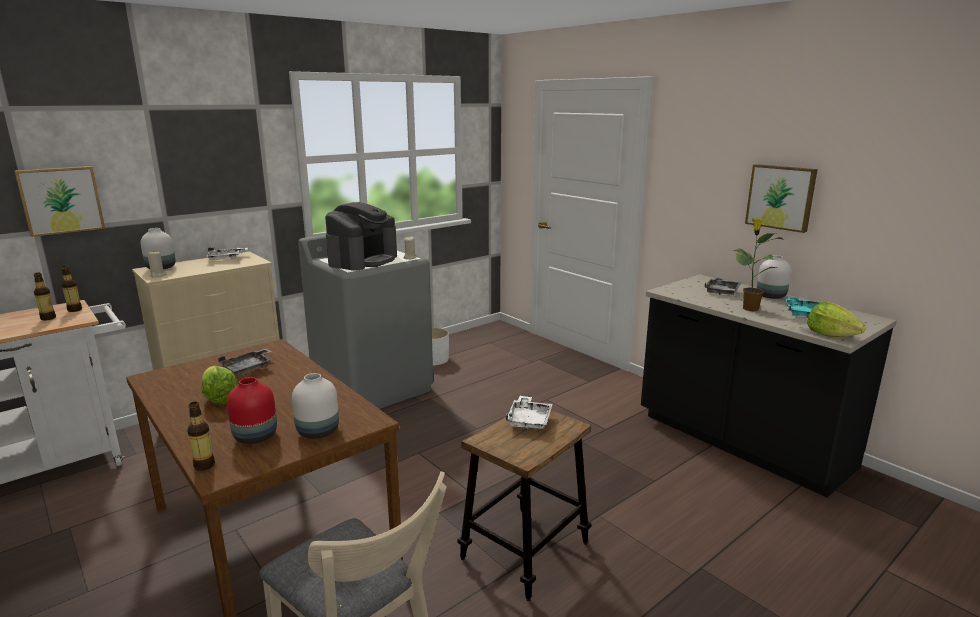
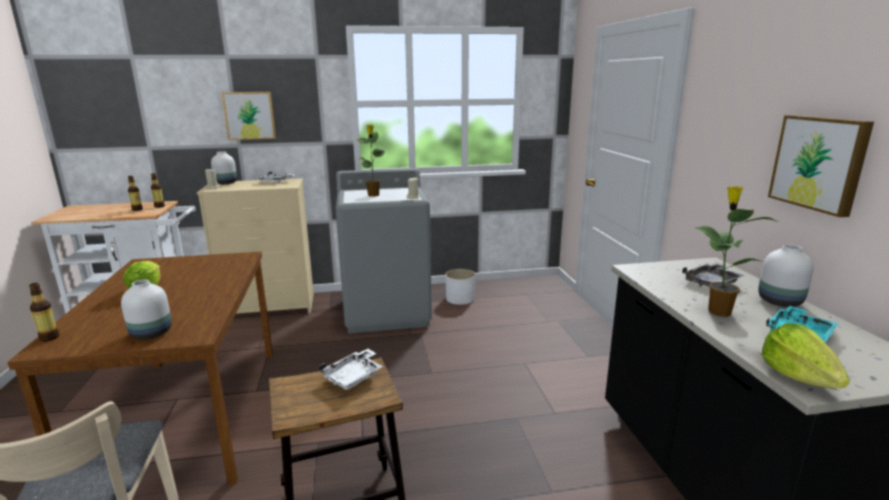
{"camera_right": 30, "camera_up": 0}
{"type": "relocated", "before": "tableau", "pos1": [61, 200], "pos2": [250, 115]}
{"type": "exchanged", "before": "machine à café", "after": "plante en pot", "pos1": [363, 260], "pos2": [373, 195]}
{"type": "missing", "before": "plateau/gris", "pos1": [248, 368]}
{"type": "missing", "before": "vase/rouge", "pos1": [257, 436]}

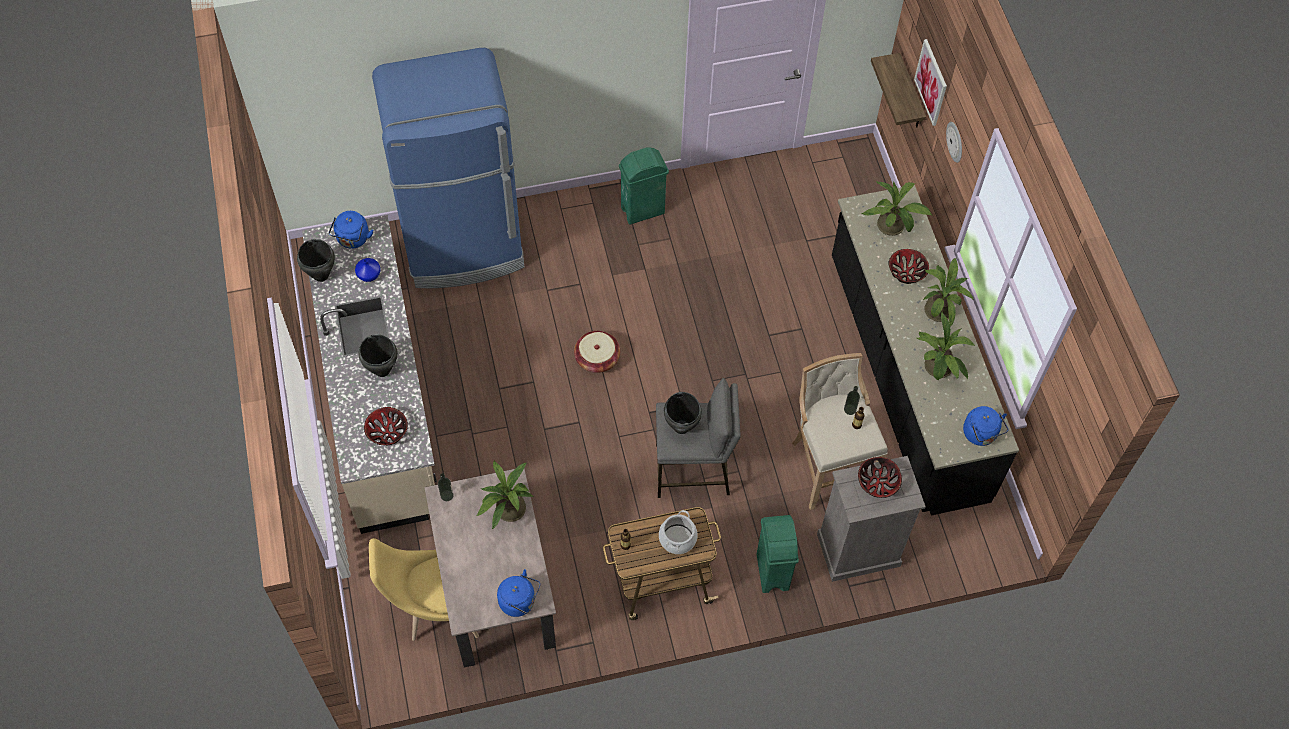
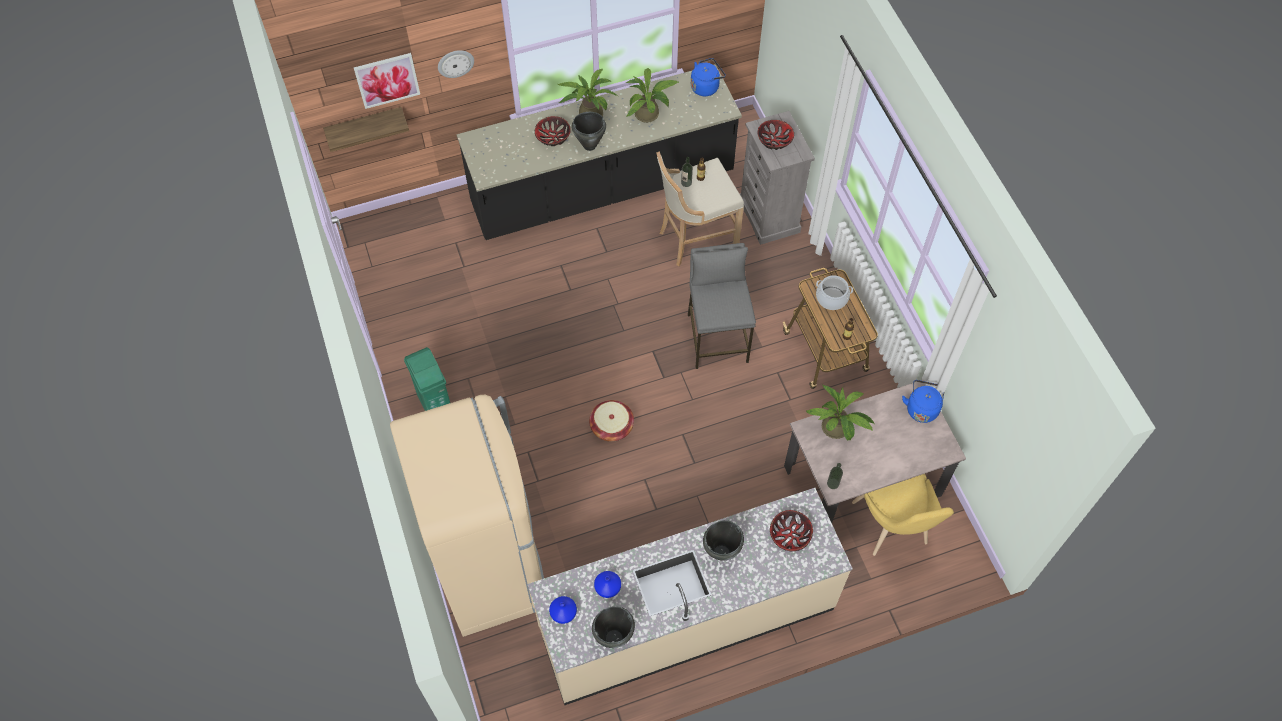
{"camera_right": -95, "camera_up": 0}
{"type": "colour", "before": "réfrigérateur/bleu", "after": "réfrigérateur/beige", "pos1": [464, 247], "pos2": [490, 568]}
{"type": "missing", "before": "plante en pot", "pos1": [893, 228]}
{"type": "exchanged", "before": "bouilloire/bleu", "after": "vase/bleu", "pos1": [353, 239], "pos2": [564, 613]}
{"type": "relocated", "before": "marmite/noir", "pos1": [681, 427], "pos2": [589, 145]}
{"type": "missing", "before": "poubelle/vert", "pos1": [772, 572]}

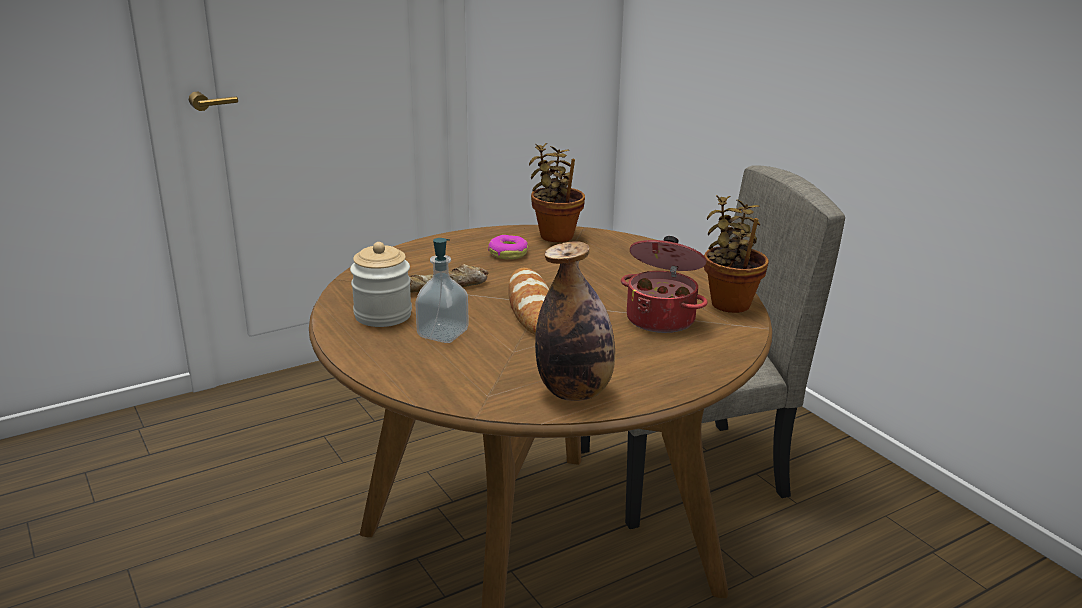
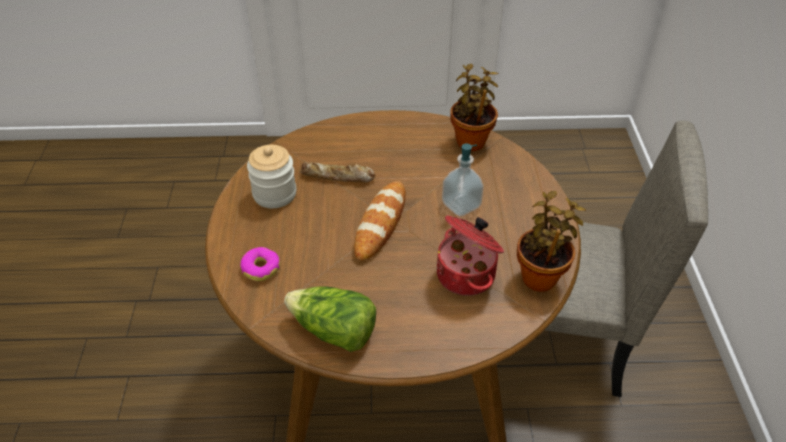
{"camera_right": 30, "camera_up": 20}
{"type": "relocated", "before": "beignet", "pos1": [508, 253], "pos2": [261, 268]}
{"type": "relocated", "before": "distributeur de savon", "pos1": [443, 334], "pos2": [461, 205]}
{"type": "exchanged", "before": "bouteille", "after": "laitue", "pos1": [574, 392], "pos2": [334, 331]}

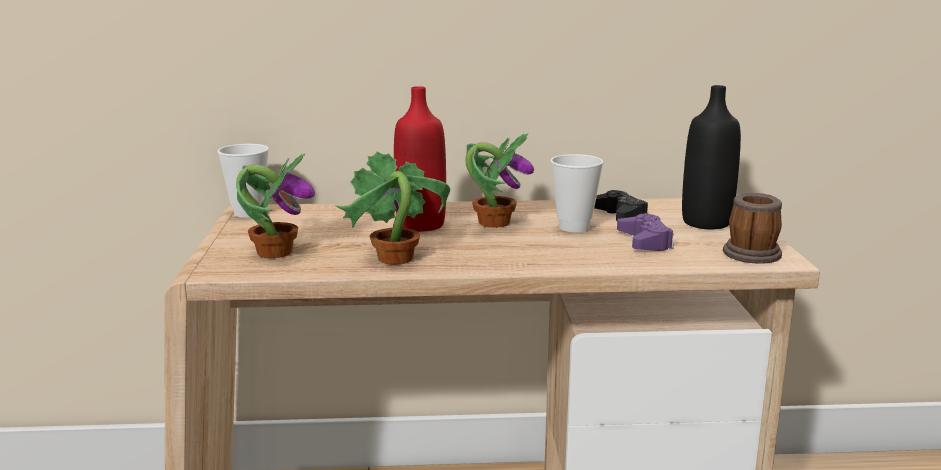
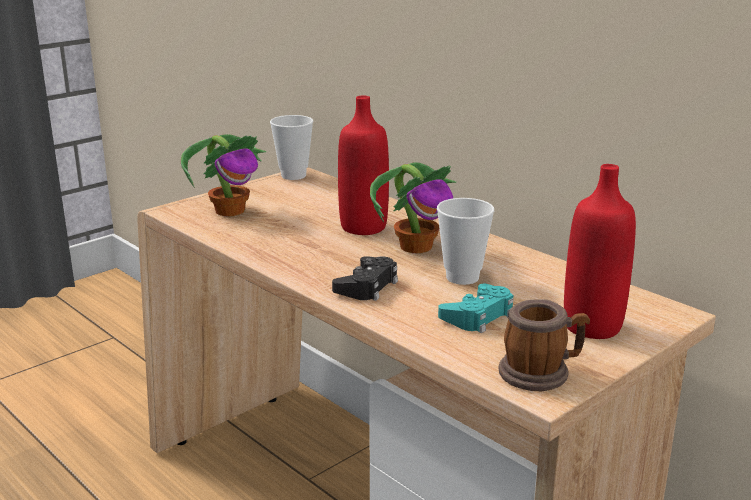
{"camera_right": 50, "camera_up": 5}
{"type": "colour", "before": "bouteille/noir", "after": "bouteille/rouge", "pos1": [706, 223], "pos2": [592, 326]}
{"type": "missing", "before": "plante en pot", "pos1": [394, 259]}
{"type": "relocated", "before": "manette/noir", "pos1": [619, 215], "pos2": [367, 286]}
{"type": "colour", "before": "manette/violet", "after": "manette/turquoise", "pos1": [645, 241], "pos2": [478, 316]}

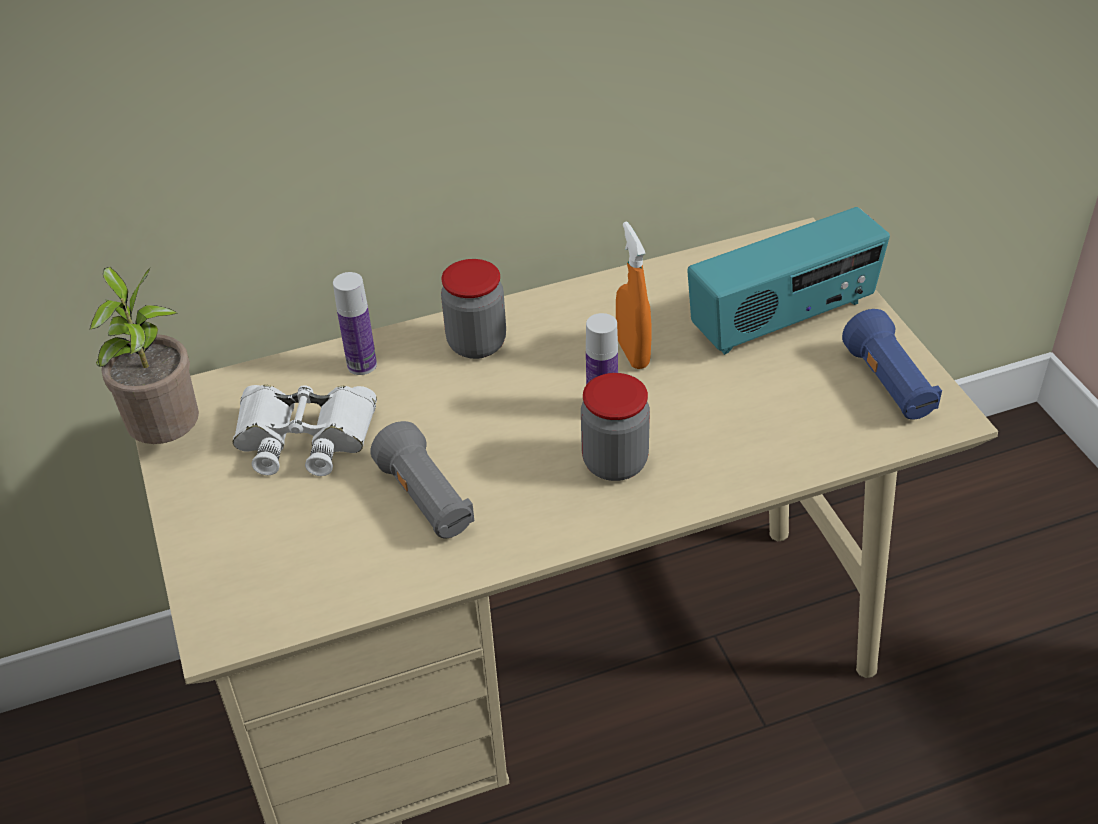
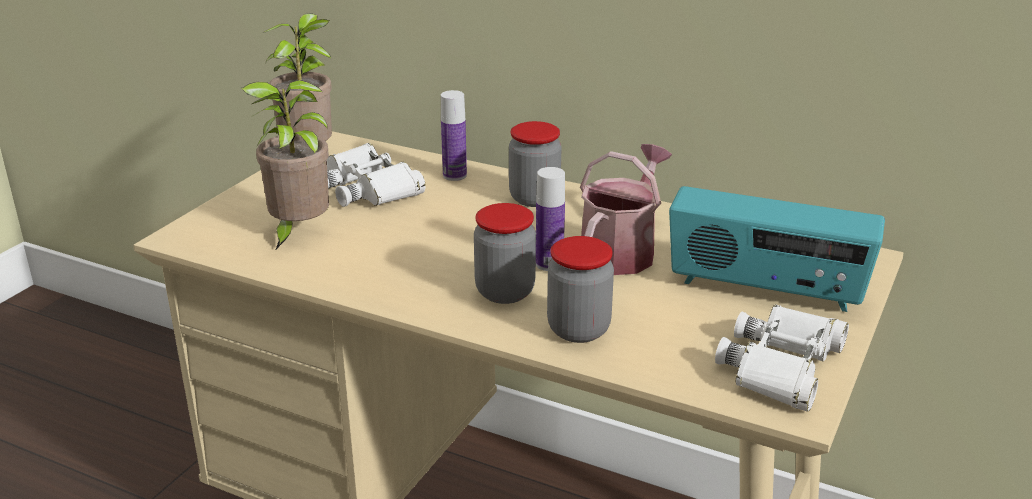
{"camera_right": 45, "camera_up": -15}
{"type": "exchanged", "before": "vaporisateur/orange", "after": "arrosoir", "pos1": [632, 353], "pos2": [621, 250]}
{"type": "exchanged", "before": "lampe de poche/bleu", "after": "jumelles/blanc", "pos1": [889, 385], "pos2": [782, 366]}
{"type": "missing", "before": "lampe de poche/gris", "pos1": [426, 500]}
{"type": "appeared", "after": "plante en pot", "pos2": [297, 233]}
{"type": "appeared", "after": "bocal", "pos2": [578, 329]}

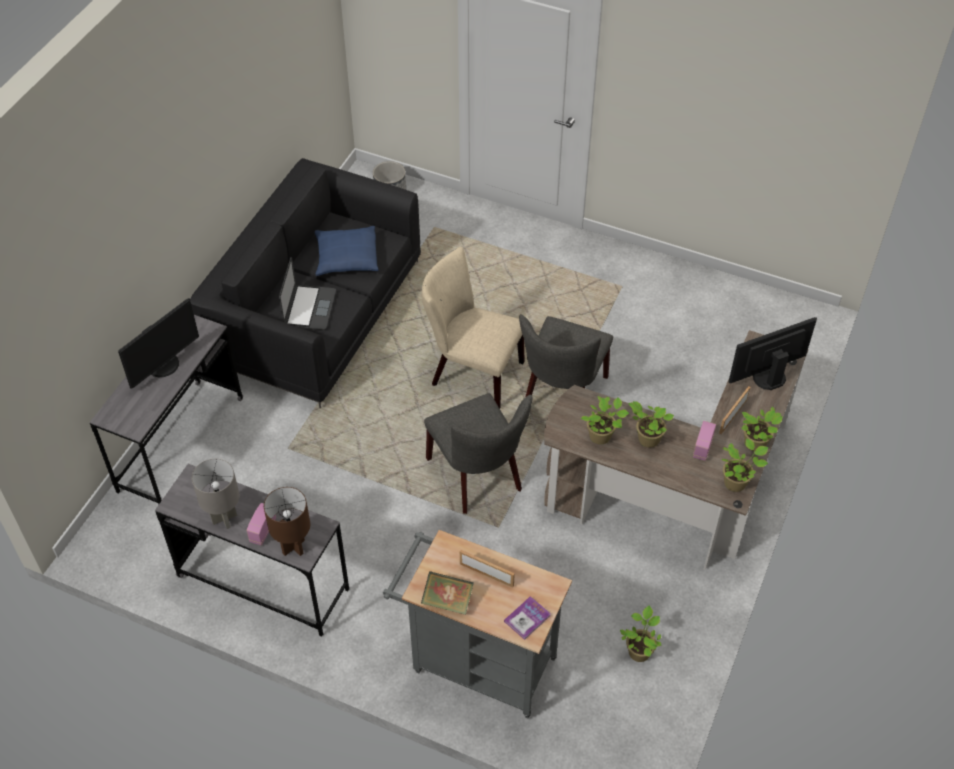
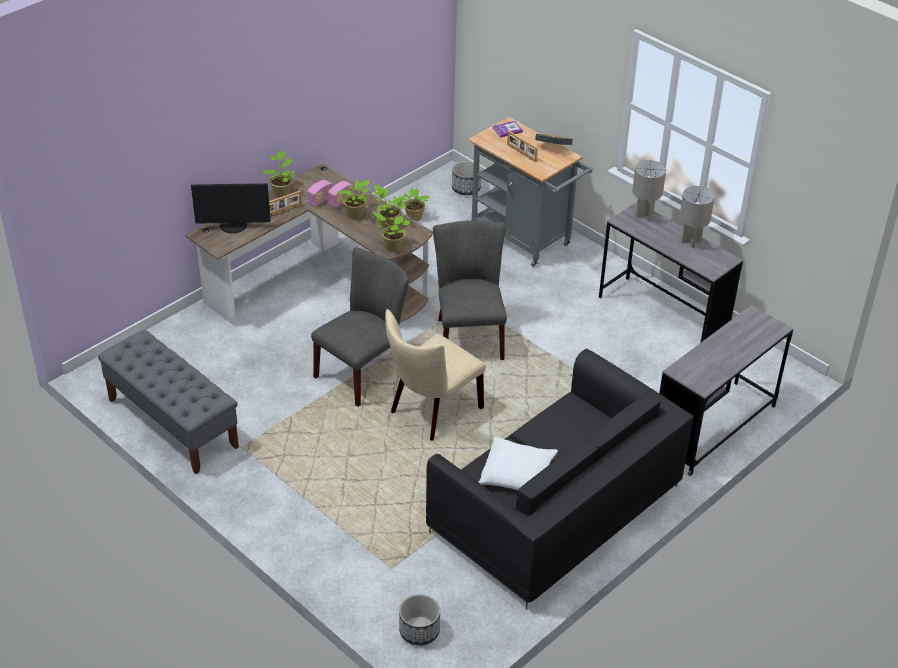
{"camera_right": -160, "camera_up": -10}
{"type": "colour", "before": "coussin/bleu", "after": "coussin/blanc", "pos1": [346, 257], "pos2": [518, 474]}
{"type": "spun", "before": "chaise/beige", "pos1": [471, 373], "pos2": [431, 412], "turn": 90}
{"type": "missing", "before": "ordinateur portable", "pos1": [309, 307]}
{"type": "missing", "before": "écran d'ordinateur", "pos1": [164, 365]}
{"type": "relocated", "before": "plante en pot", "pos1": [736, 482], "pos2": [392, 246]}
{"type": "colour", "before": "lampe de table/marron", "after": "lampe de table/gris", "pos1": [293, 546], "pos2": [644, 215]}
{"type": "relocated", "before": "radio", "pos1": [263, 530], "pos2": [340, 201]}
{"type": "appeared", "after": "cache-pot", "pos2": [466, 188]}
{"type": "appeared", "after": "banc/gris", "pos2": [172, 423]}

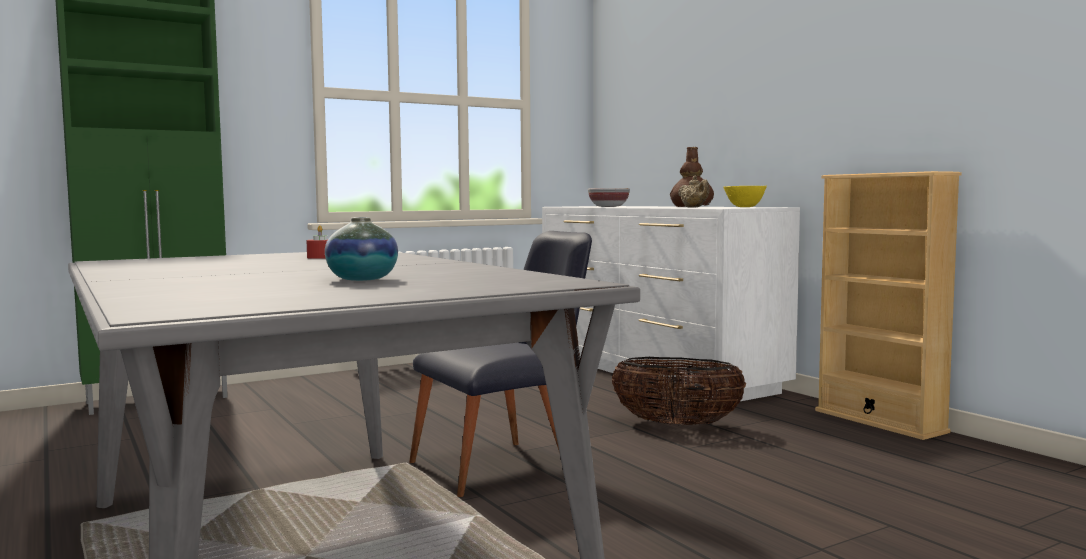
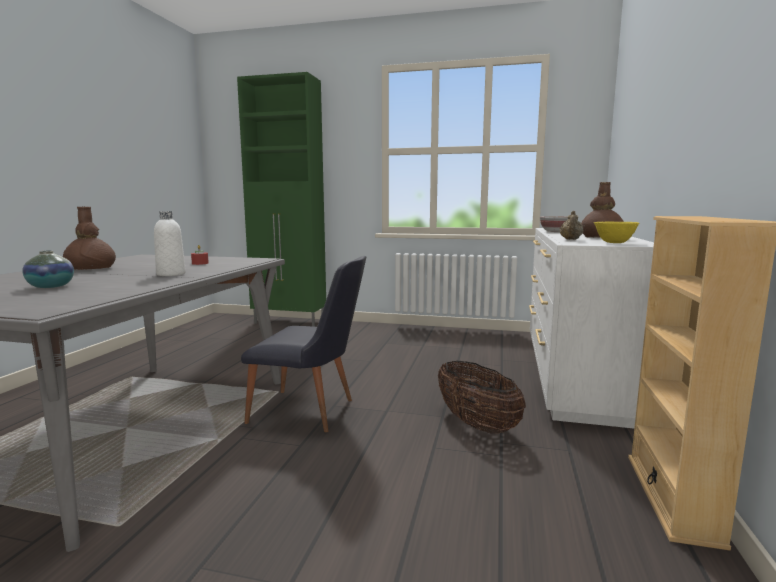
{"camera_right": 45, "camera_up": 5}
{"type": "appeared", "after": "vase/marron", "pos2": [91, 269]}
{"type": "appeared", "after": "bouteille/blanc", "pos2": [171, 274]}

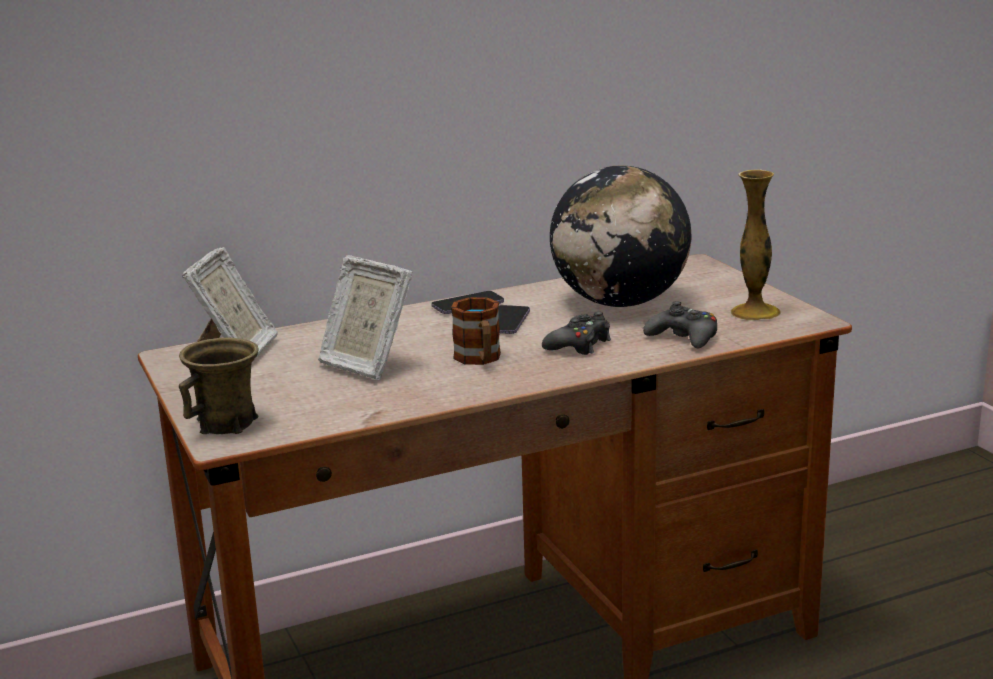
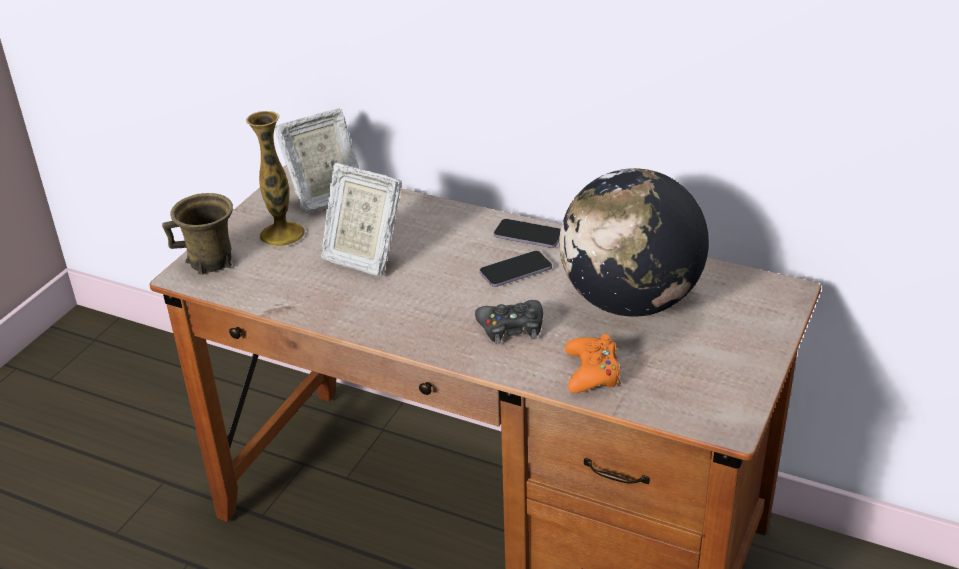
{"camera_right": 50, "camera_up": 15}
{"type": "relocated", "before": "vase", "pos1": [755, 312], "pos2": [282, 234]}
{"type": "spun", "before": "cadre photo", "pos1": [365, 364], "pos2": [362, 257], "turn": -60}
{"type": "missing", "before": "mug", "pos1": [479, 360]}
{"type": "colour", "before": "manette/noir", "after": "manette/orange", "pos1": [684, 337], "pos2": [592, 372]}

